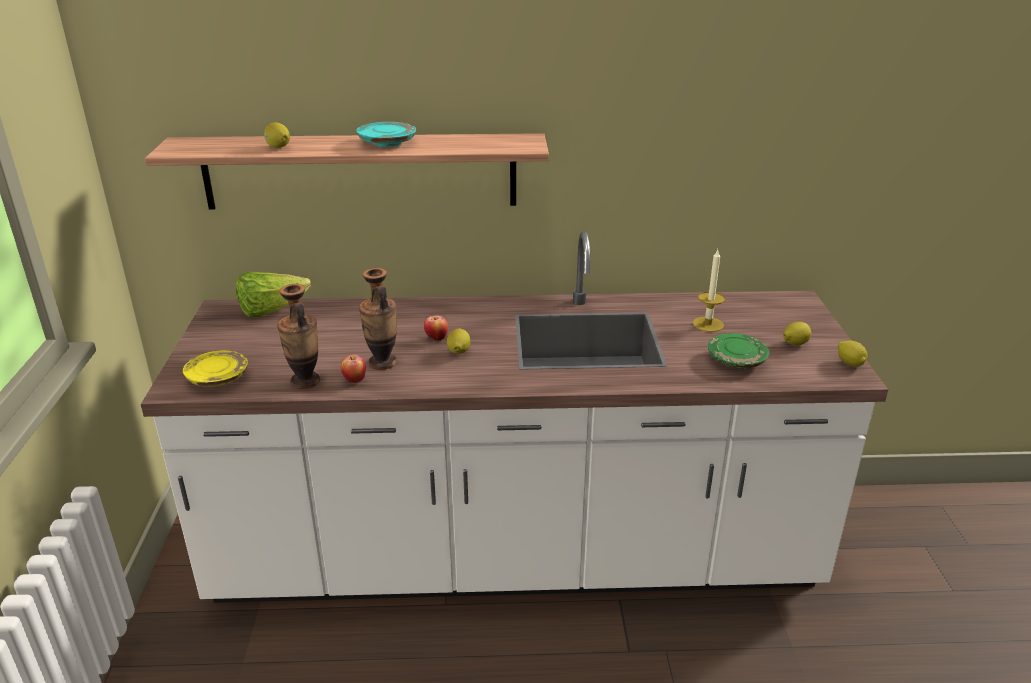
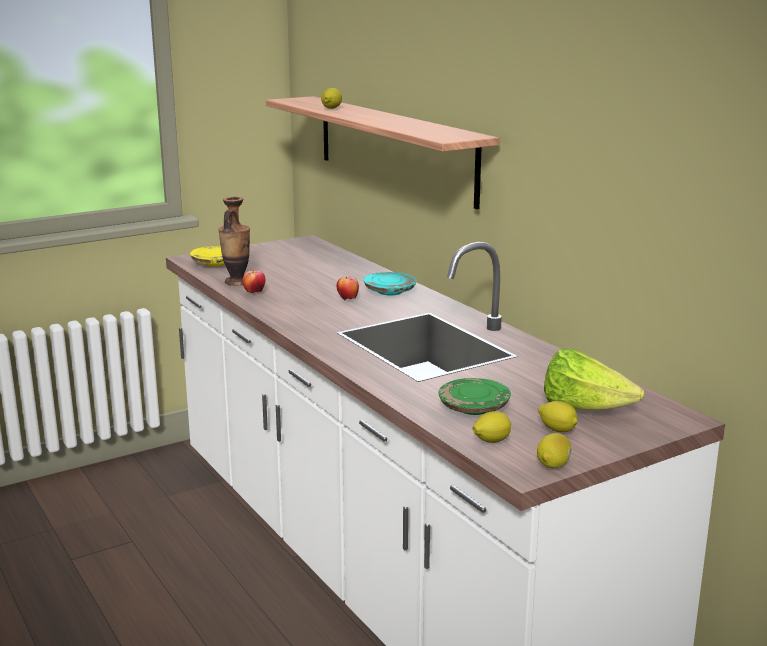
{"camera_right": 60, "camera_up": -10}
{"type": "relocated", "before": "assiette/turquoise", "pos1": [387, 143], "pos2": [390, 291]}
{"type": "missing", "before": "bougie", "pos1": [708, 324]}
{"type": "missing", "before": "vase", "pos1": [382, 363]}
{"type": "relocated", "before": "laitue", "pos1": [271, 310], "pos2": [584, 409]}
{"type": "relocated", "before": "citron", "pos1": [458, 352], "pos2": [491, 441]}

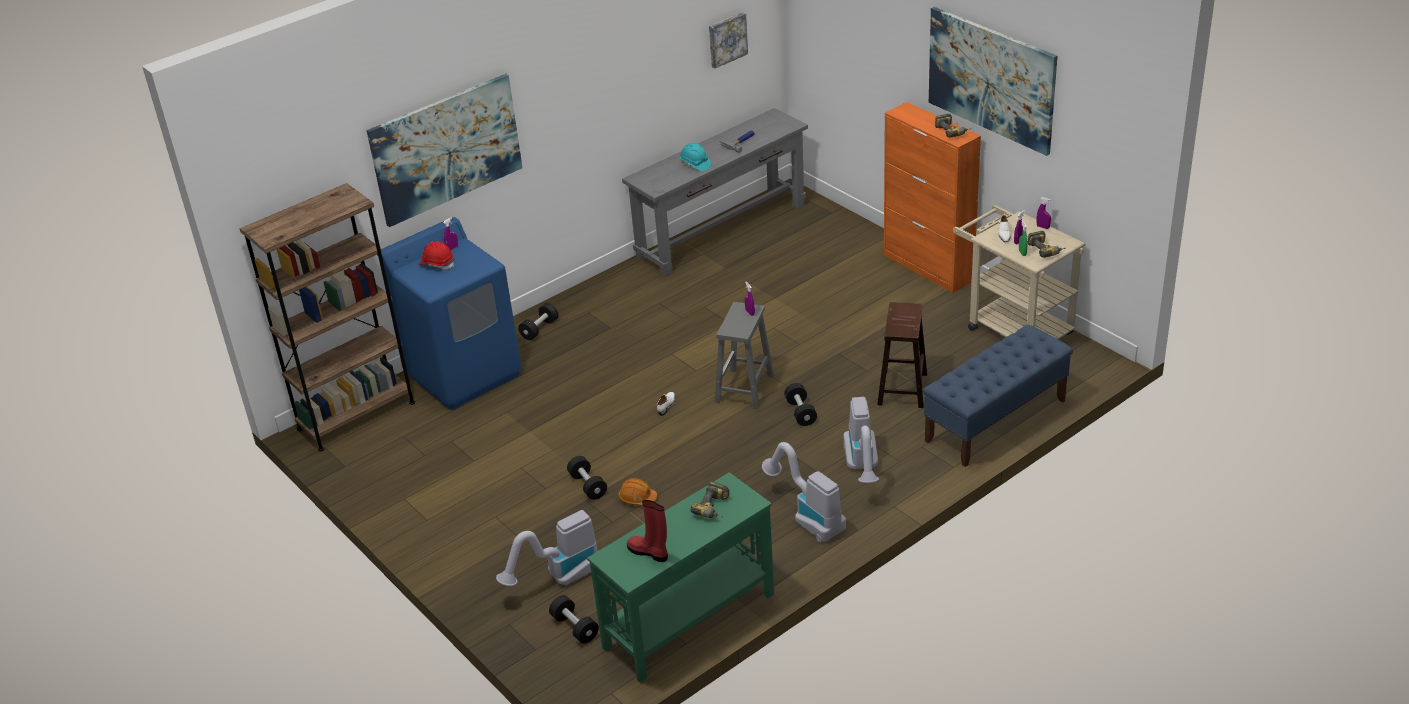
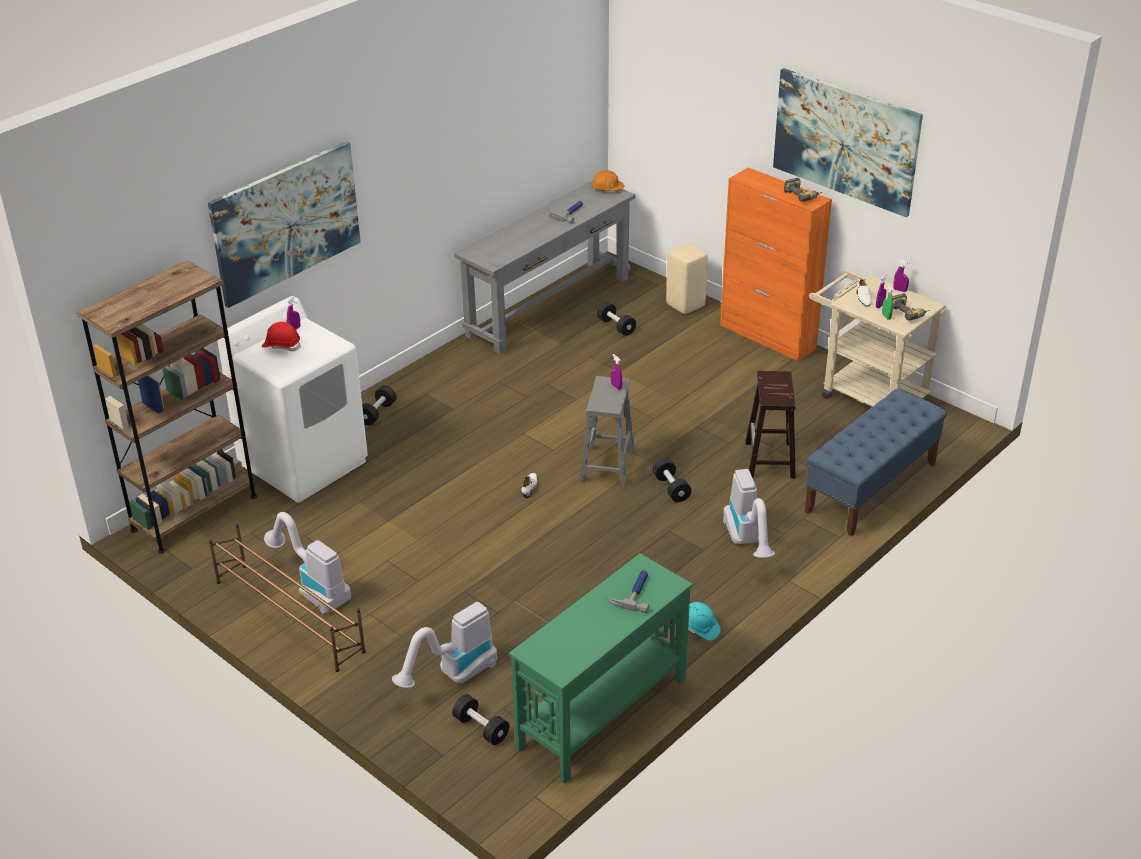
{"camera_right": -10, "camera_up": 0}
{"type": "missing", "before": "tableau", "pos1": [727, 39]}
{"type": "relocated", "before": "casque de chantier/turquoise", "pos1": [695, 164], "pos2": [699, 628]}
{"type": "colour", "before": "lave-linge/bleu", "after": "lave-linge/blanc", "pos1": [464, 373], "pos2": [304, 462]}
{"type": "relocated", "before": "aspirateur", "pos1": [807, 516], "pos2": [312, 588]}
{"type": "relocated", "before": "haltère/noir", "pos1": [588, 485], "pos2": [616, 326]}
{"type": "relocated", "before": "casque de chantier/orange", "pos1": [637, 498], "pos2": [607, 188]}
{"type": "exchanged", "before": "perceuse", "after": "marteau", "pos1": [714, 508], "pos2": [634, 592]}
{"type": "missing", "before": "botte/rouge", "pos1": [649, 552]}
{"type": "appeared", "after": "tabouret/beige", "pos2": [685, 305]}
{"type": "appeared", "after": "étagère à chaussures/marron", "pos2": [289, 615]}

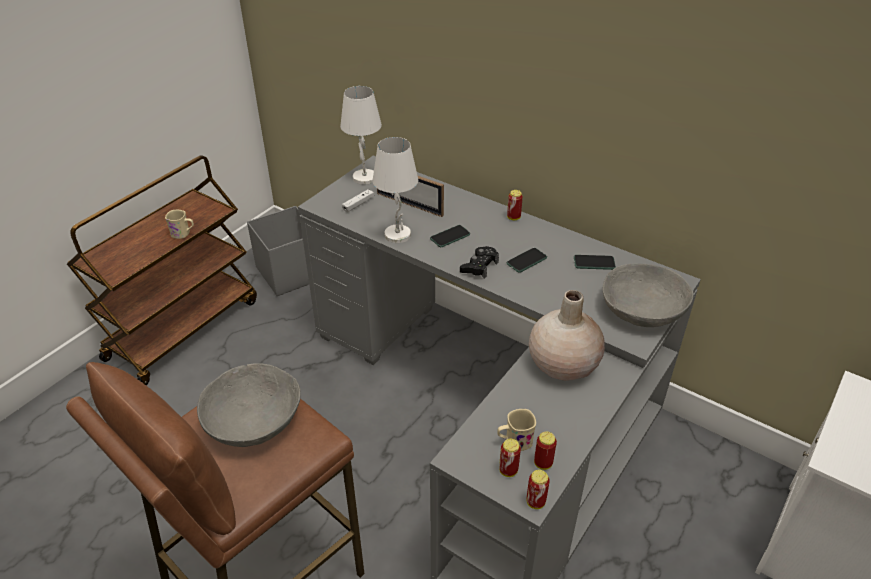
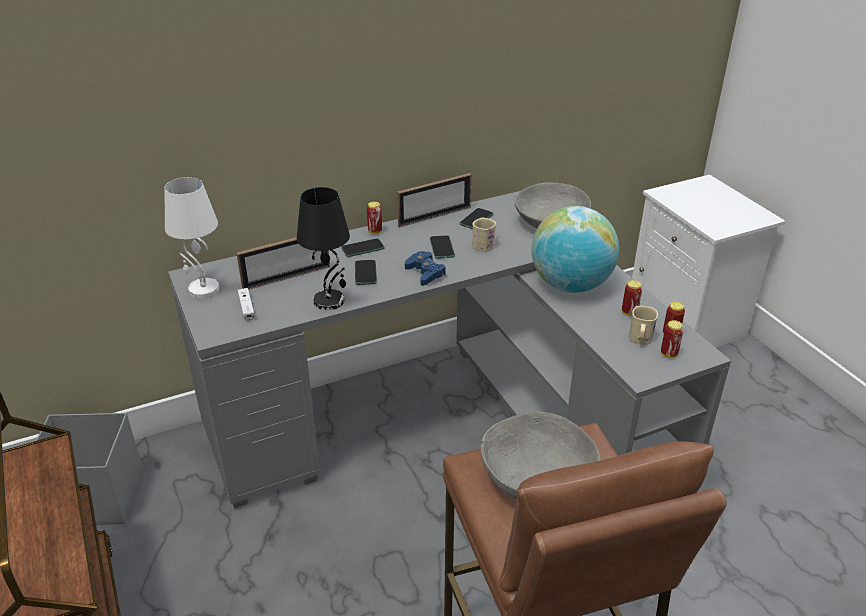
{"camera_right": -60, "camera_up": -5}
{"type": "colour", "before": "lampe de table/blanc", "after": "lampe de table/noir", "pos1": [398, 235], "pos2": [330, 301]}
{"type": "relocated", "before": "mug/beige", "pos1": [183, 234], "pos2": [485, 245]}
{"type": "colour", "before": "manette/noir", "after": "manette/bleu", "pos1": [479, 266], "pos2": [425, 273]}
{"type": "exchanged", "before": "vase/beige", "after": "globe", "pos1": [562, 364], "pos2": [570, 285]}
{"type": "relocated", "before": "boîte métallique", "pos1": [535, 502], "pos2": [629, 312]}
{"type": "appeared", "after": "cadre photo", "pos2": [434, 216]}
{"type": "appeared", "after": "téléphone", "pos2": [363, 248]}

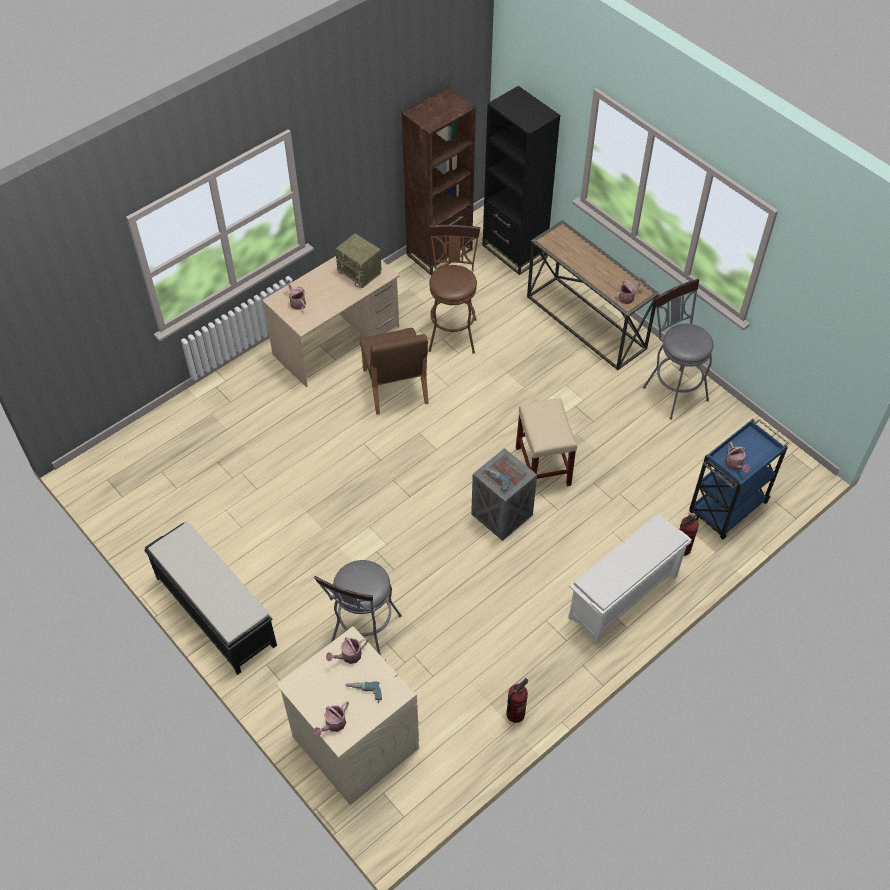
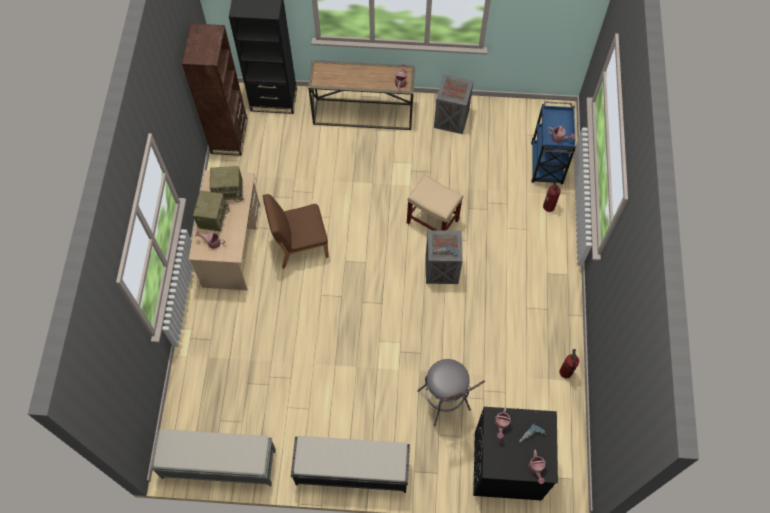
{"camera_right": -45, "camera_up": 10}
{"type": "missing", "before": "tabouret/marron", "pos1": [452, 331]}
{"type": "exchanged", "before": "tabouret/gris", "after": "caisse", "pos1": [672, 390], "pos2": [451, 118]}
{"type": "spun", "before": "chaise/marron", "pos1": [395, 387], "pos2": [300, 245], "turn": 135}
{"type": "missing", "before": "étagère à chaussures/blanc", "pos1": [622, 598]}
{"type": "colour", "before": "lave-linge/beige", "after": "lave-linge/noir", "pos1": [355, 742], "pos2": [506, 466]}
{"type": "appeared", "after": "radio", "pos2": [212, 217]}
{"type": "appeared", "after": "banc/gris", "pos2": [218, 464]}

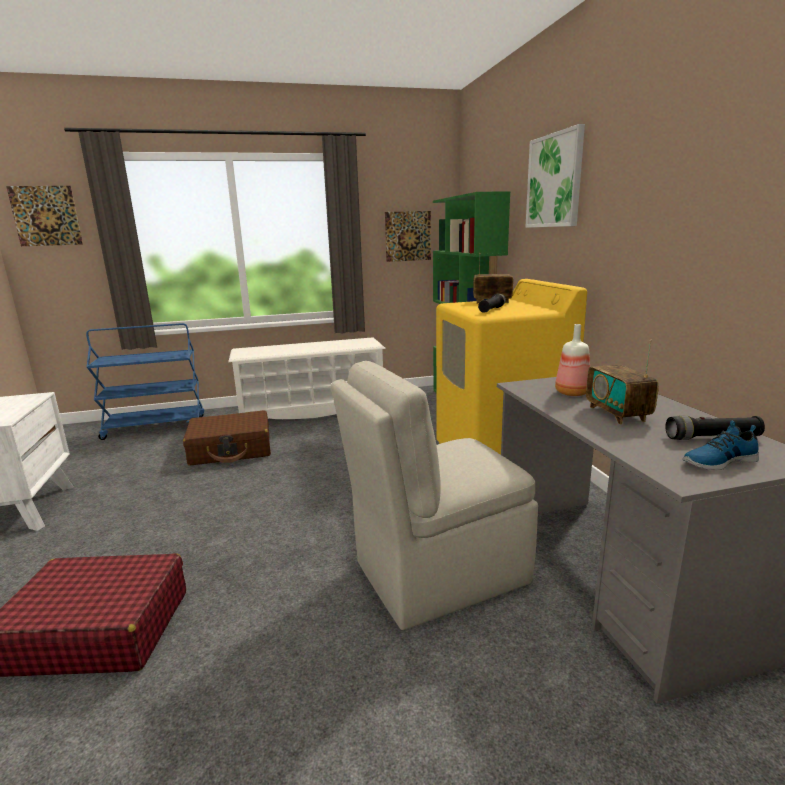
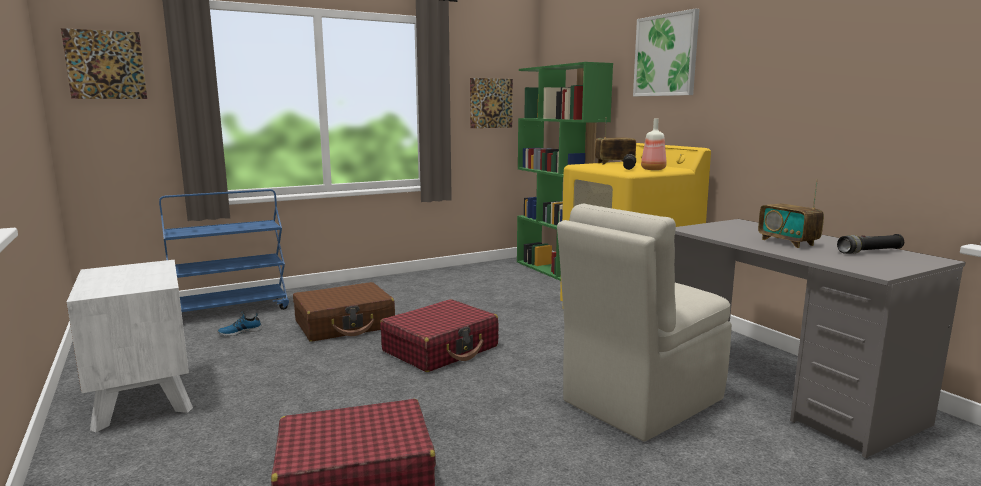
{"camera_right": -15, "camera_up": -5}
{"type": "relocated", "before": "bouteille", "pos1": [573, 393], "pos2": [653, 169]}
{"type": "missing", "before": "étagère à chaussures/blanc", "pos1": [313, 411]}
{"type": "relocated", "before": "chaussure", "pos1": [718, 461], "pos2": [240, 332]}
{"type": "appeared", "after": "valise/rouge", "pos2": [441, 349]}

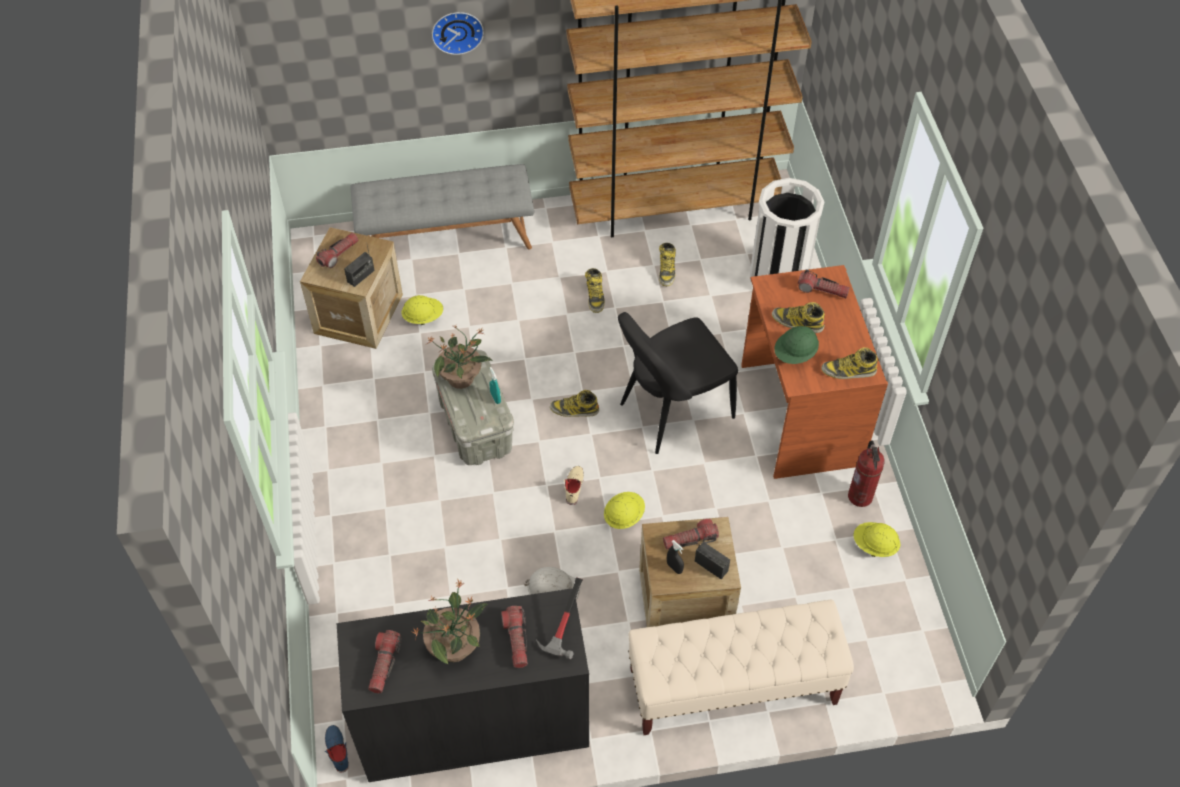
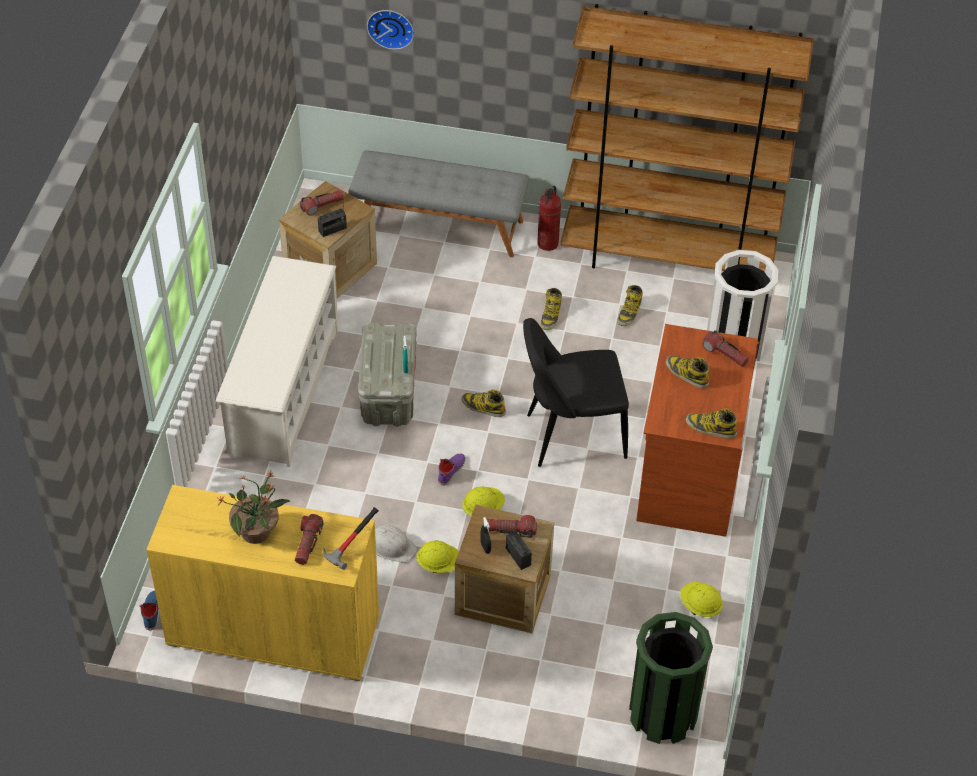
{"camera_right": 20, "camera_up": -5}
{"type": "relocated", "before": "horloge murale", "pos1": [457, 30], "pos2": [391, 27]}
{"type": "relocated", "before": "casque de chantier/jaune", "pos1": [423, 317], "pos2": [439, 564]}
{"type": "missing", "before": "plante en pot", "pos1": [461, 378]}
{"type": "missing", "before": "casque de chantier/vert", "pos1": [795, 354]}
{"type": "relocated", "before": "extincteur", "pos1": [860, 496], "pos2": [548, 244]}
{"type": "colour", "before": "chaussure/beige", "after": "chaussure/violet", "pos1": [574, 486], "pos2": [451, 470]}
{"type": "colour", "before": "meuble de rangement/noir", "after": "meuble de rangement/jaune", "pos1": [474, 724], "pos2": [273, 631]}
{"type": "missing", "before": "banc/beige", "pos1": [732, 686]}
{"type": "missing", "before": "lampe de poche", "pos1": [384, 665]}
{"type": "appeared", "after": "étagère à chaussures/blanc", "pos2": [283, 390]}
{"type": "appeared", "after": "poubelle/vert", "pos2": [663, 714]}

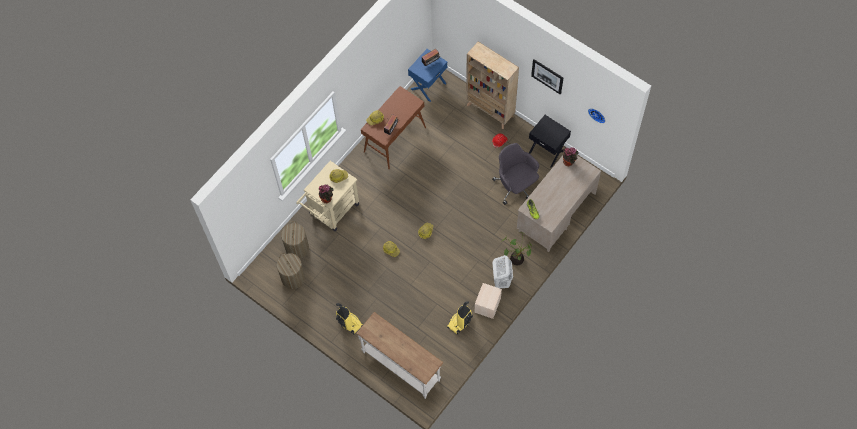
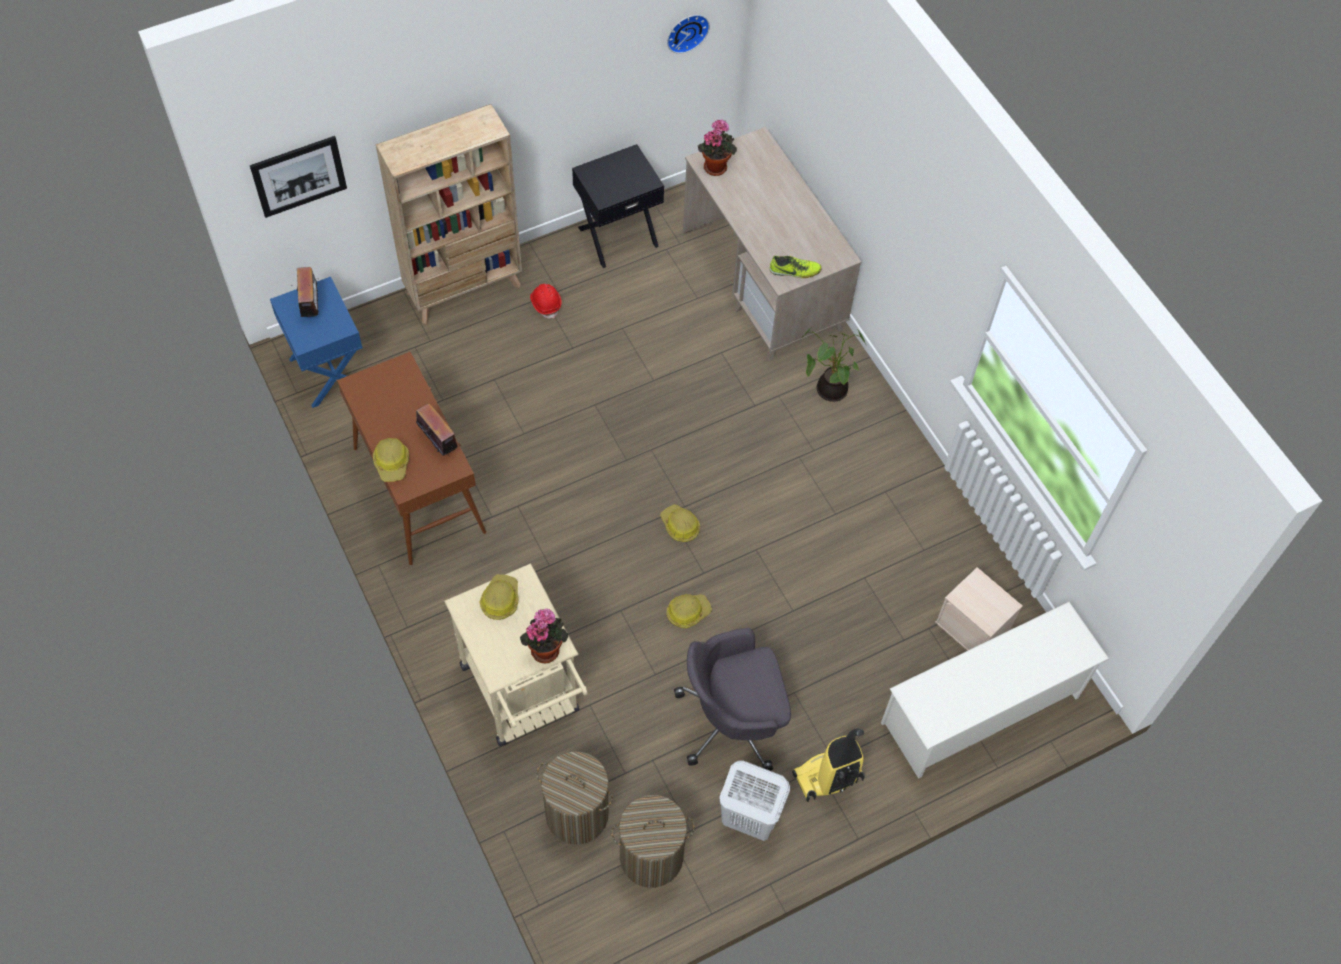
{"camera_right": -70, "camera_up": -5}
{"type": "relocated", "before": "tableau", "pos1": [547, 76], "pos2": [299, 176]}
{"type": "relocated", "before": "chaise de bureau/gris", "pos1": [516, 186], "pos2": [732, 721]}
{"type": "relocated", "before": "panier à linge/blanc", "pos1": [501, 280], "pos2": [748, 818]}
{"type": "relocated", "before": "boîte de rangement/beige", "pos1": [487, 305], "pos2": [974, 626]}
{"type": "missing", "before": "aspirateur", "pos1": [460, 322]}
{"type": "exchanged", "before": "table console/blanc", "after": "étagère à chaussures/blanc", "pos1": [401, 365], "pos2": [981, 710]}

